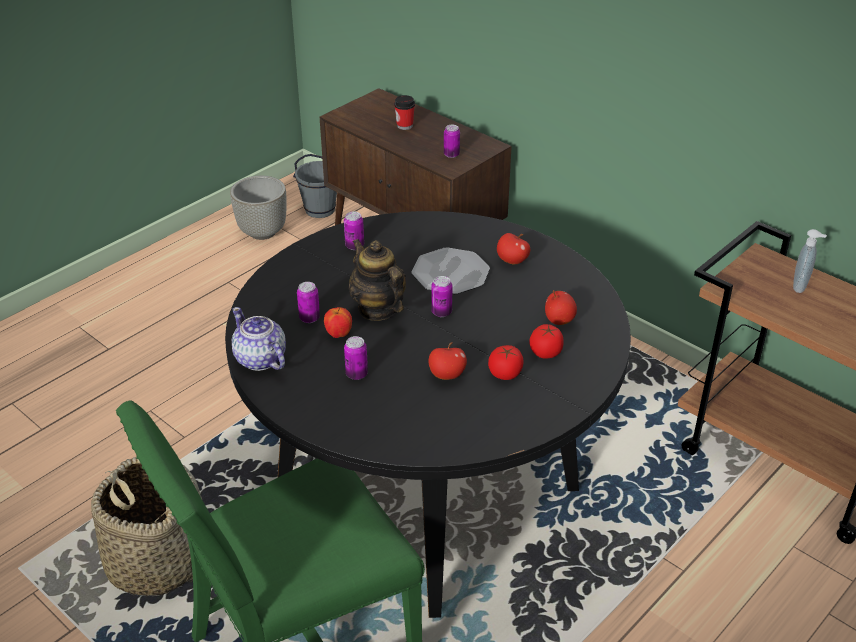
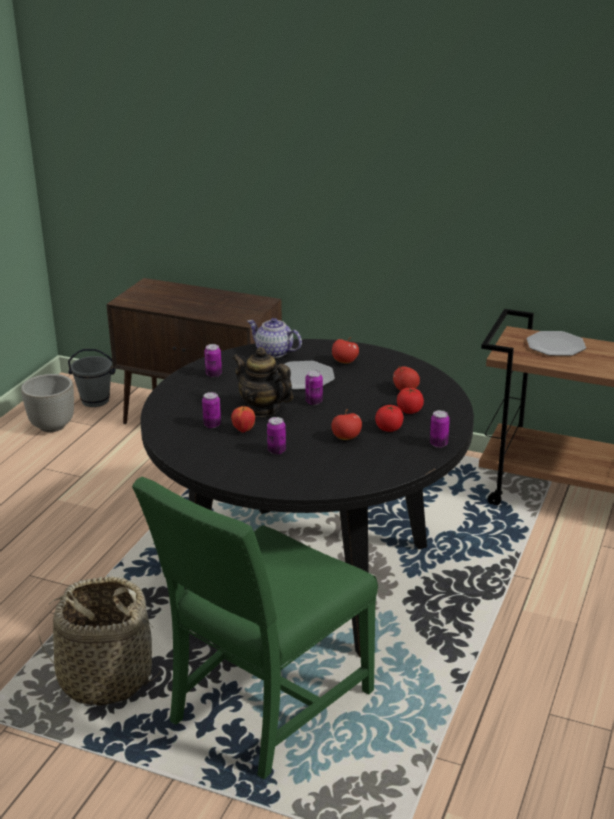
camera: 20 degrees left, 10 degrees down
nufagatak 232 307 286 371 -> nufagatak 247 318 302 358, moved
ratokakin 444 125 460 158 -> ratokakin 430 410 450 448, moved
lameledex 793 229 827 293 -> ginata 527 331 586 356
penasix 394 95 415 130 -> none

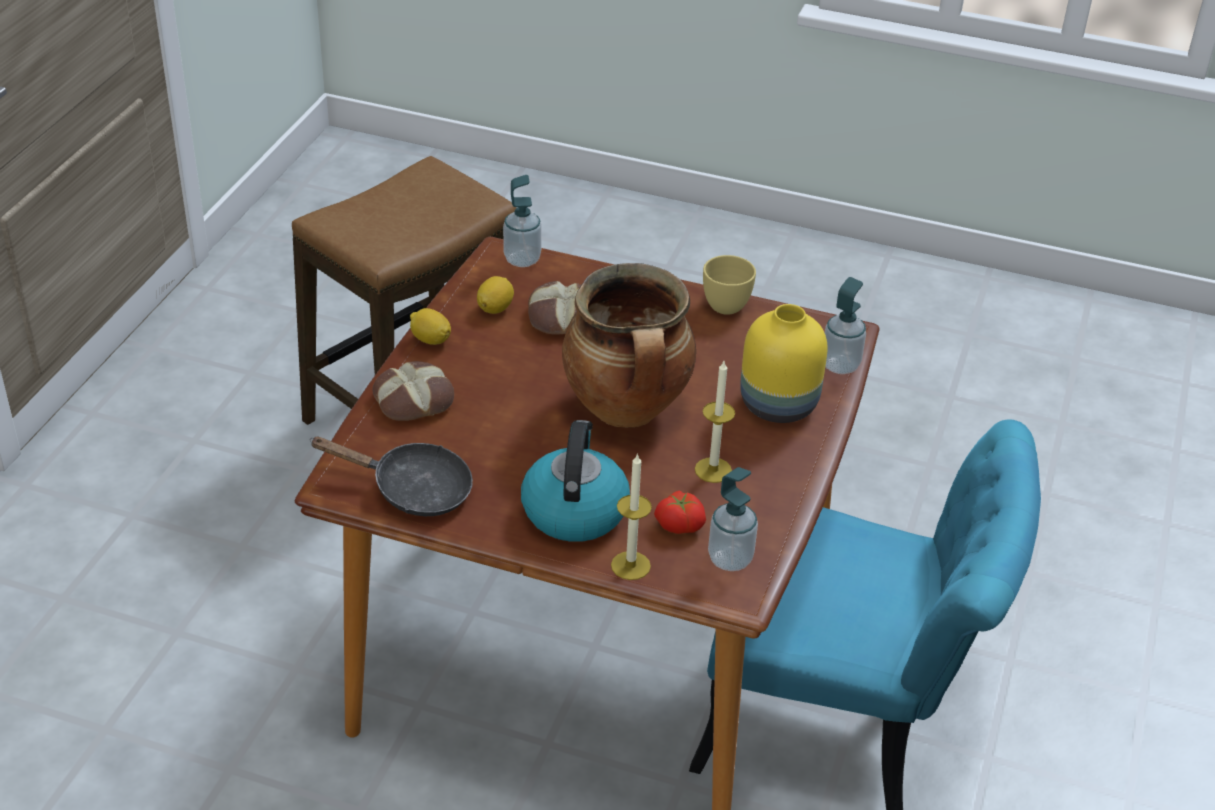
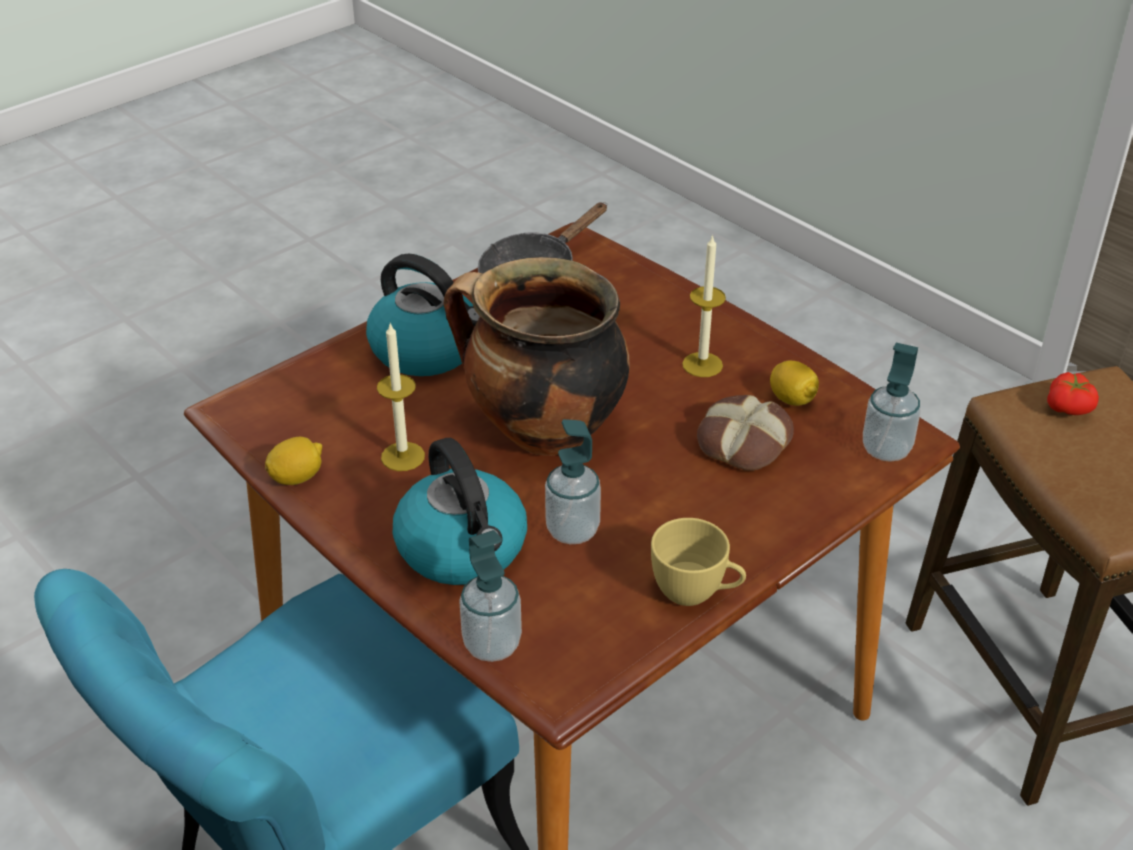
camera: 120 degrees right, 0 degrees up
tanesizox 410 308 451 345 -> tanesizox 265 437 322 485, moved
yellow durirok 740 304 828 423 -> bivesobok 393 438 527 585
lameledex 708 467 758 571 -> lameledex 545 419 601 544, moved
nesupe 611 453 652 580 -> nesupe 682 234 726 377, moved
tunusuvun 654 490 706 534 -> tunusuvun 1047 372 1099 415, moved
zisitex 372 361 454 421 -> none

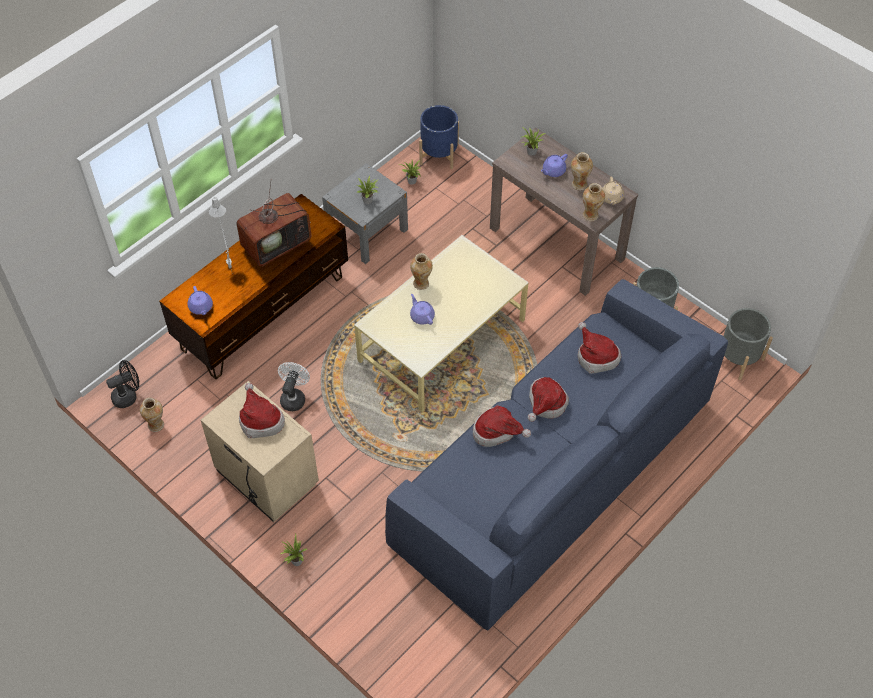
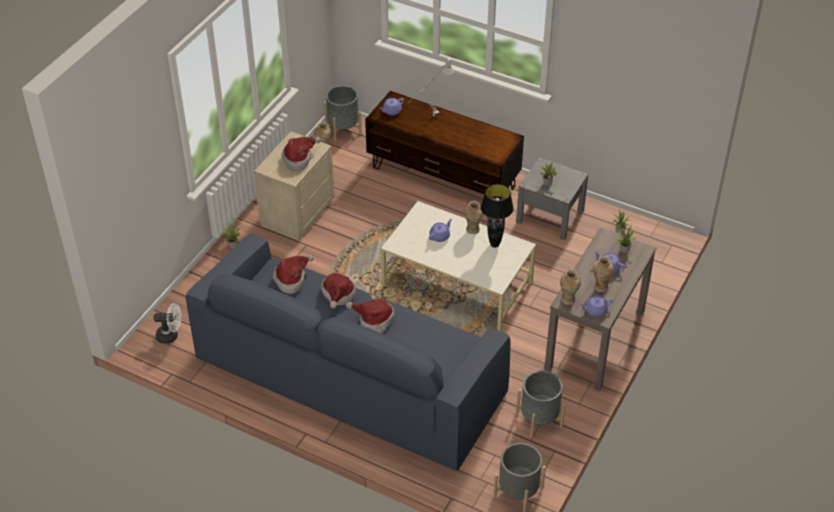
camera: 75 degrees right, 10 degrees down
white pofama 278 362 310 411 -> white pofama 154 303 181 344, moved
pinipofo 578 322 621 374 -> pinipofo 273 254 314 294, moved
black pofama 106 360 139 408 -> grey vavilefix 324 86 362 141
none -> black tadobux 480 184 514 248
beige nufagatak 602 177 624 205 -> purple nufagatak 579 295 613 317
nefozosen 236 178 311 266 -> none
blue vavilefix 419 105 459 169 -> none

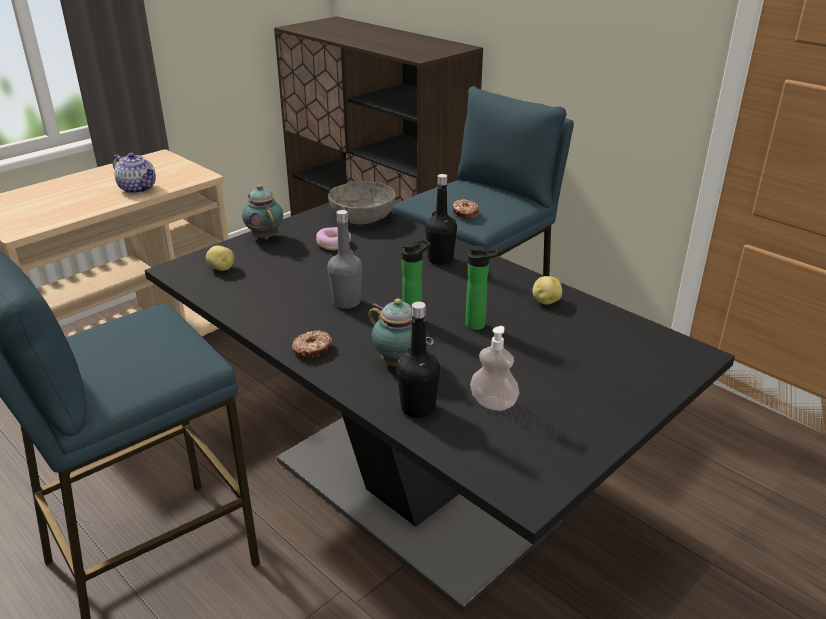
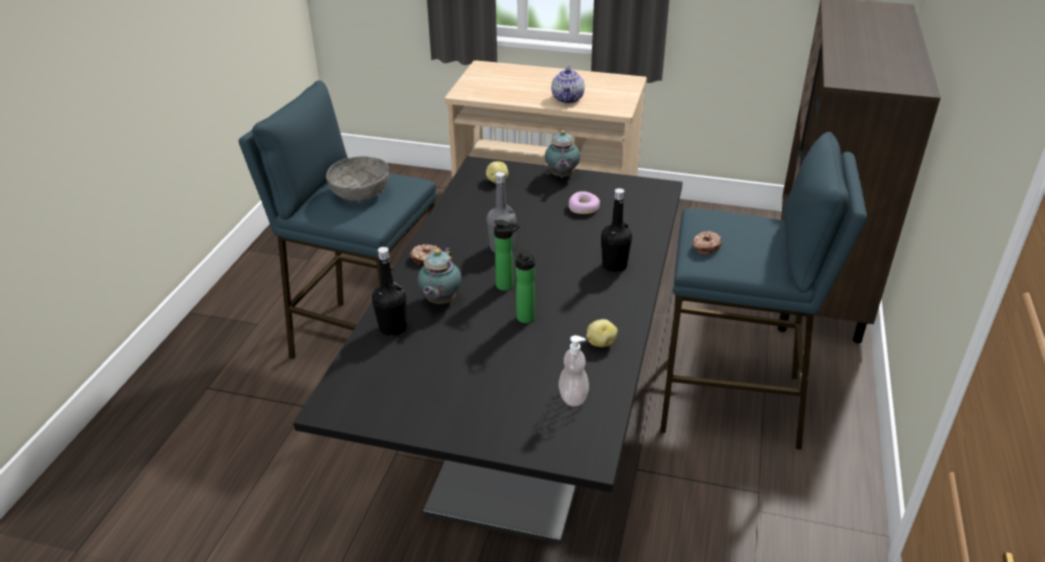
camera: 60 degrees right, 5 degrees up
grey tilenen 328 181 395 224 -> grey tilenen 326 156 389 201, moved
nufagatak 242 185 283 240 -> nufagatak 545 130 580 178, 150 degrees clockwise
lameledex 470 326 519 411 -> lameledex 559 335 589 406, moved

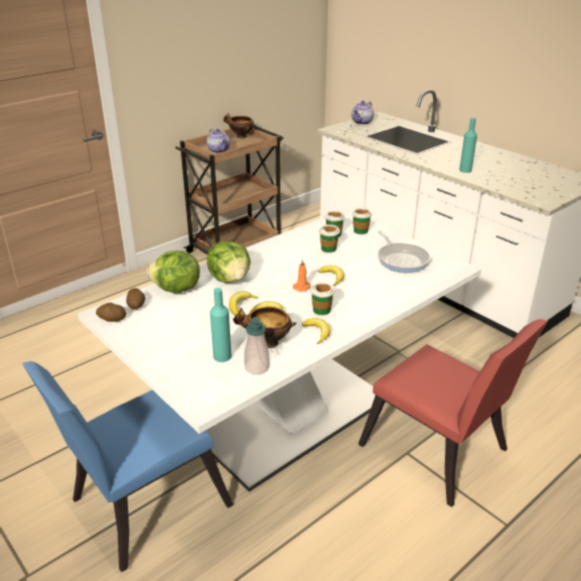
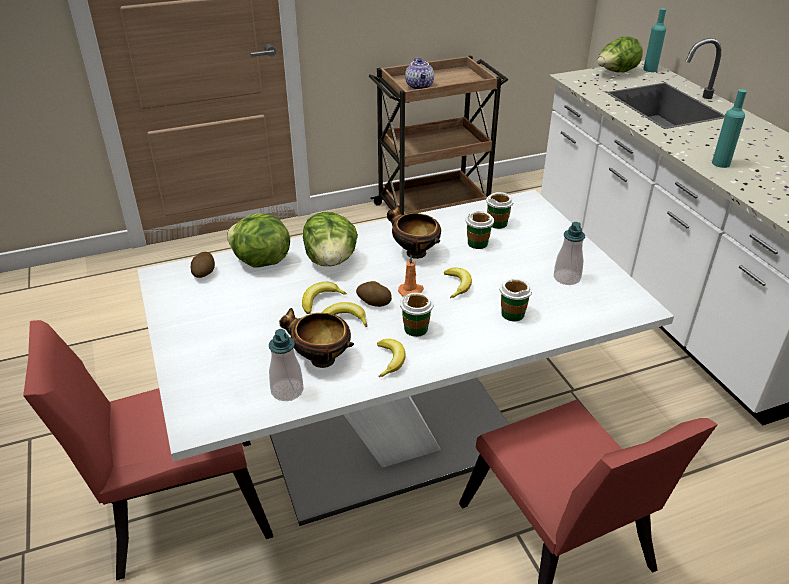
camera: 20 degrees right, 5 degrees up
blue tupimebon 22 361 233 572 -> red tupimebon 23 320 273 580
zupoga 96 303 126 322 -> zupoga 356 281 392 307, moved
tilenen 223 113 255 138 -> tilenen 387 205 441 259, moved
penasix 352 208 372 234 -> penasix 499 278 532 321, moved
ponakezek 378 231 431 273 -> lameledex 554 222 585 285
nufagatak 352 101 374 125 -> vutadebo 597 37 643 73
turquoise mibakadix 210 288 231 362 -> turquoise mibakadix 643 8 666 72, moved

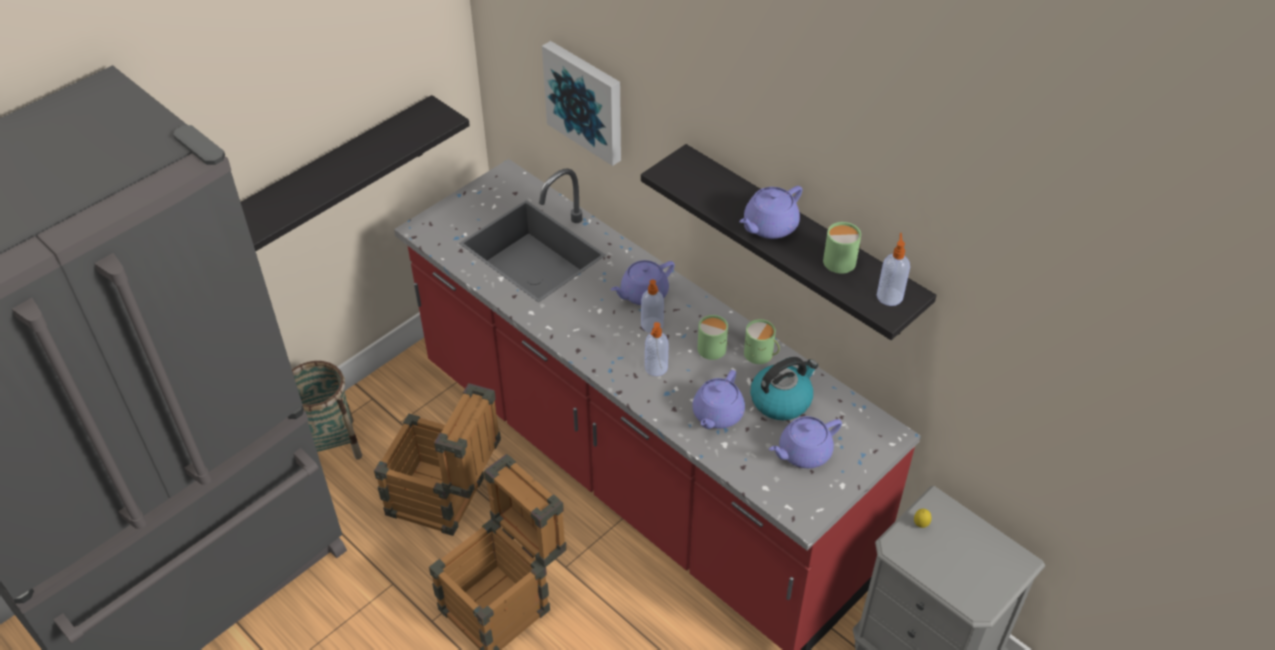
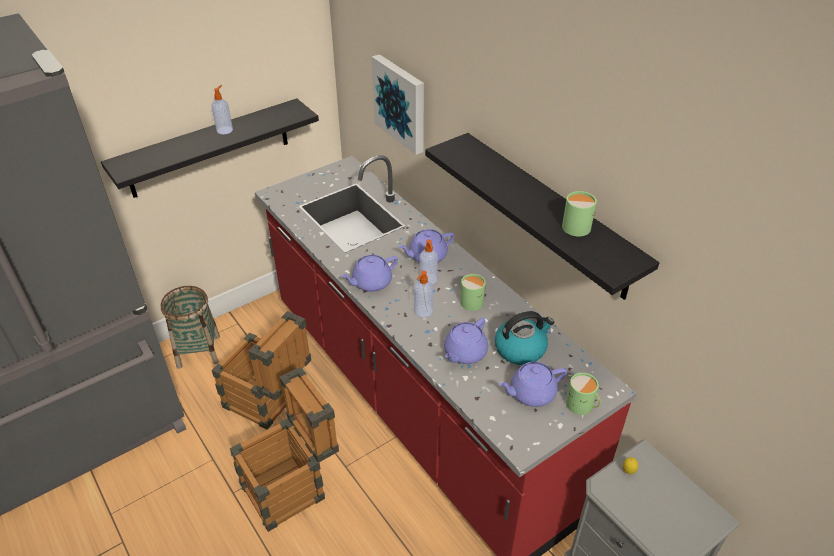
camera: 10 degrees right, 5 degrees down
lameledex 877 233 910 306 -> lameledex 212 85 233 134, moved
purple nufagatak 739 186 802 239 -> purple nufagatak 341 255 398 292, moved
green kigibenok 744 319 780 364 -> green kigibenok 566 373 601 415, moved

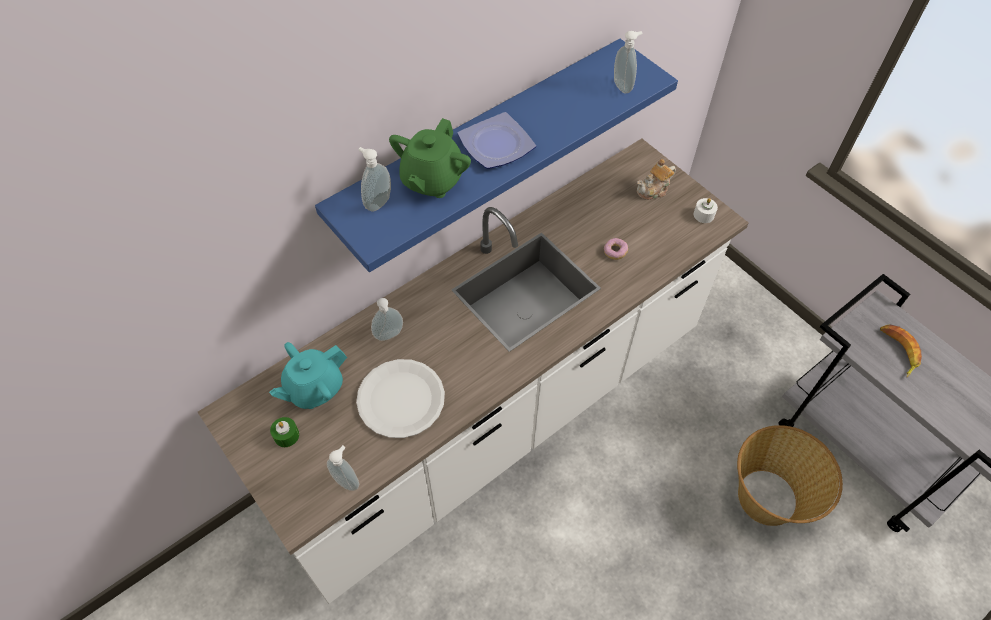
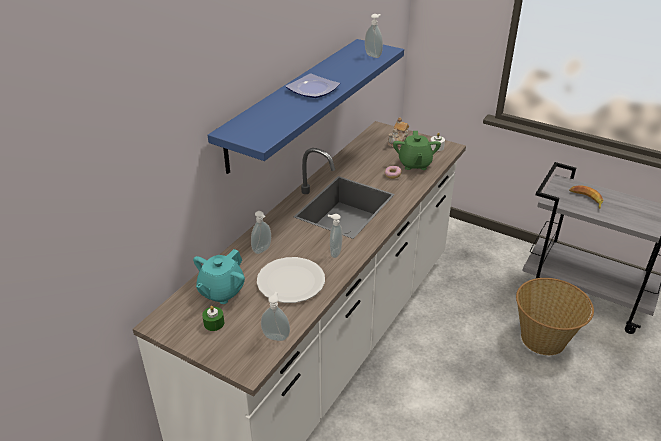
camera: 20 degrees left, 20 degrees down
lameledex 359 147 391 212 -> lameledex 328 214 342 258, moved
green nufagatak 389 118 471 198 -> green nufagatak 393 131 441 170, moved

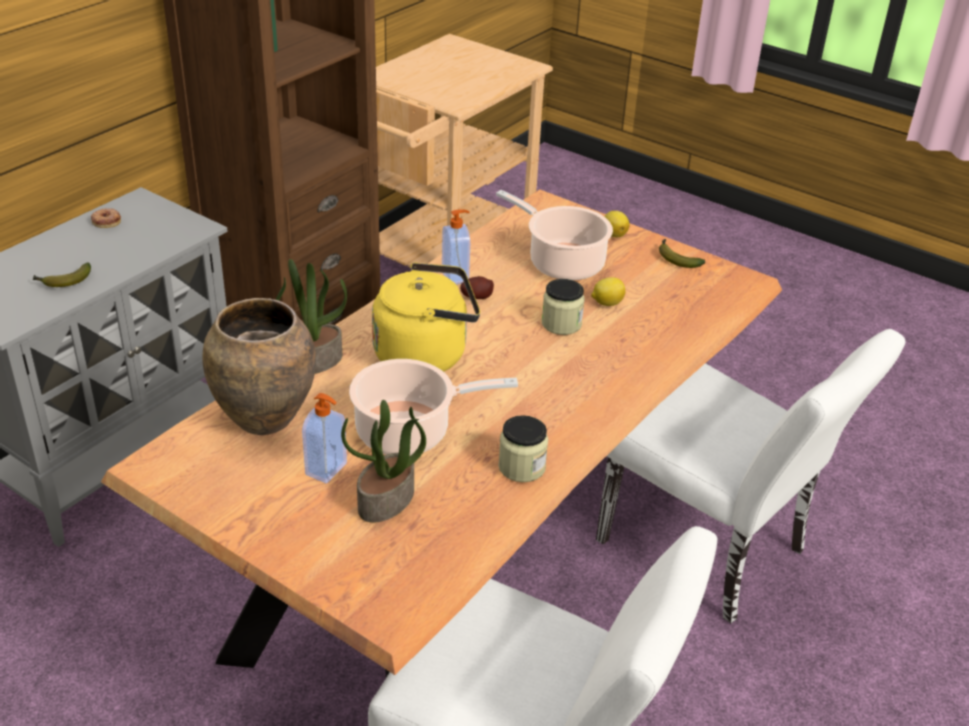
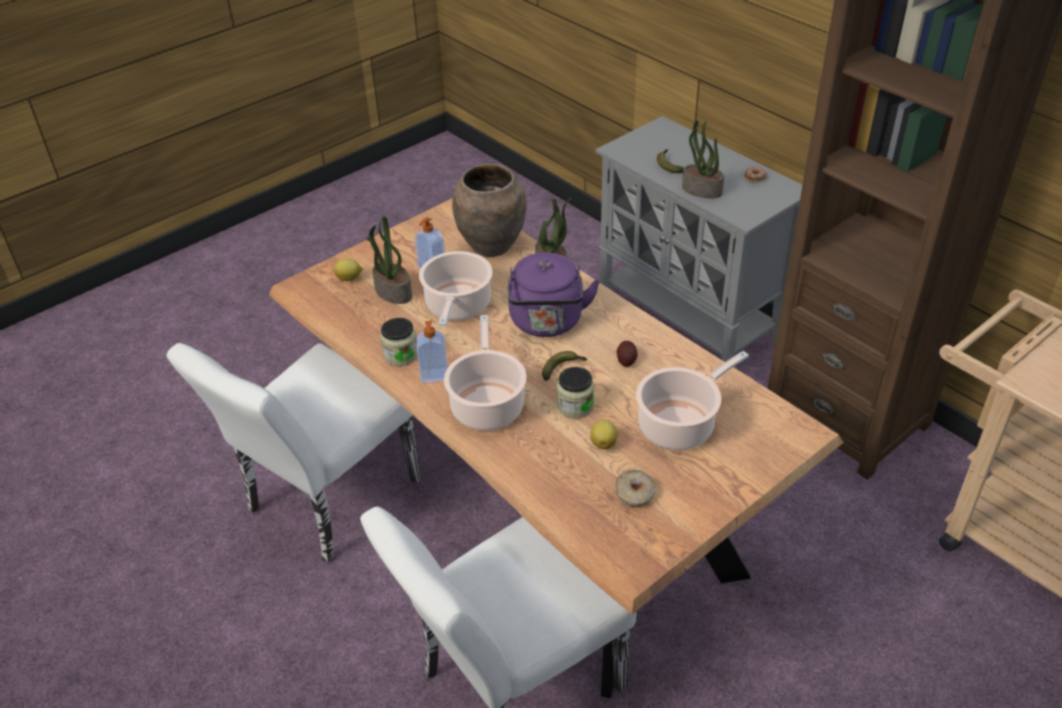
camera: 105 degrees right, 5 degrees up
tanesizox 604 211 630 238 -> tanesizox 334 259 363 281, moved
lameledex 442 209 470 285 -> lameledex 417 321 448 383, moved
none -> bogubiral 444 315 527 431
yellow bivesobok 372 262 480 372 -> purple bivesobok 508 253 600 337
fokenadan 659 239 706 268 -> fokenadan 542 351 588 380, moved
none -> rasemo 615 470 655 508
none -> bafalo 682 120 724 199

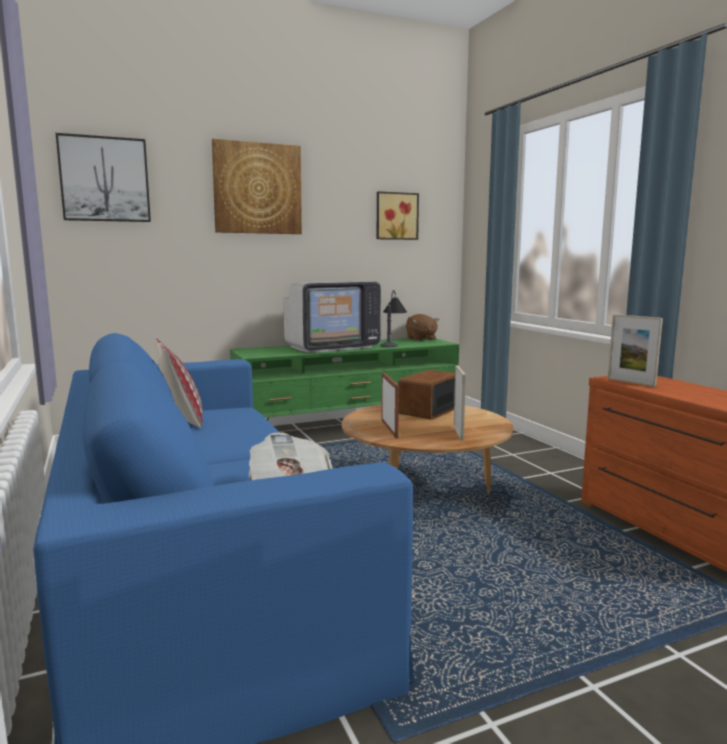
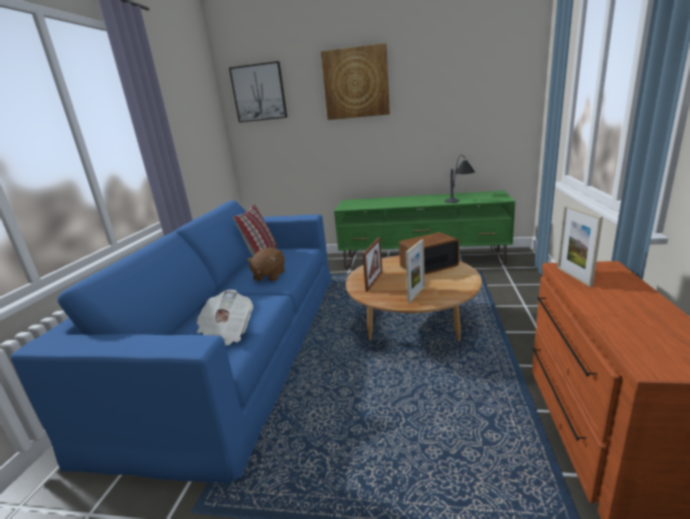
camera: 35 degrees right, 10 degrees up
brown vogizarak 406 314 439 341 -> brown vogizarak 246 247 285 281, moved
nefozosen 283 281 381 353 -> none
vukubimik 377 191 419 240 -> none

